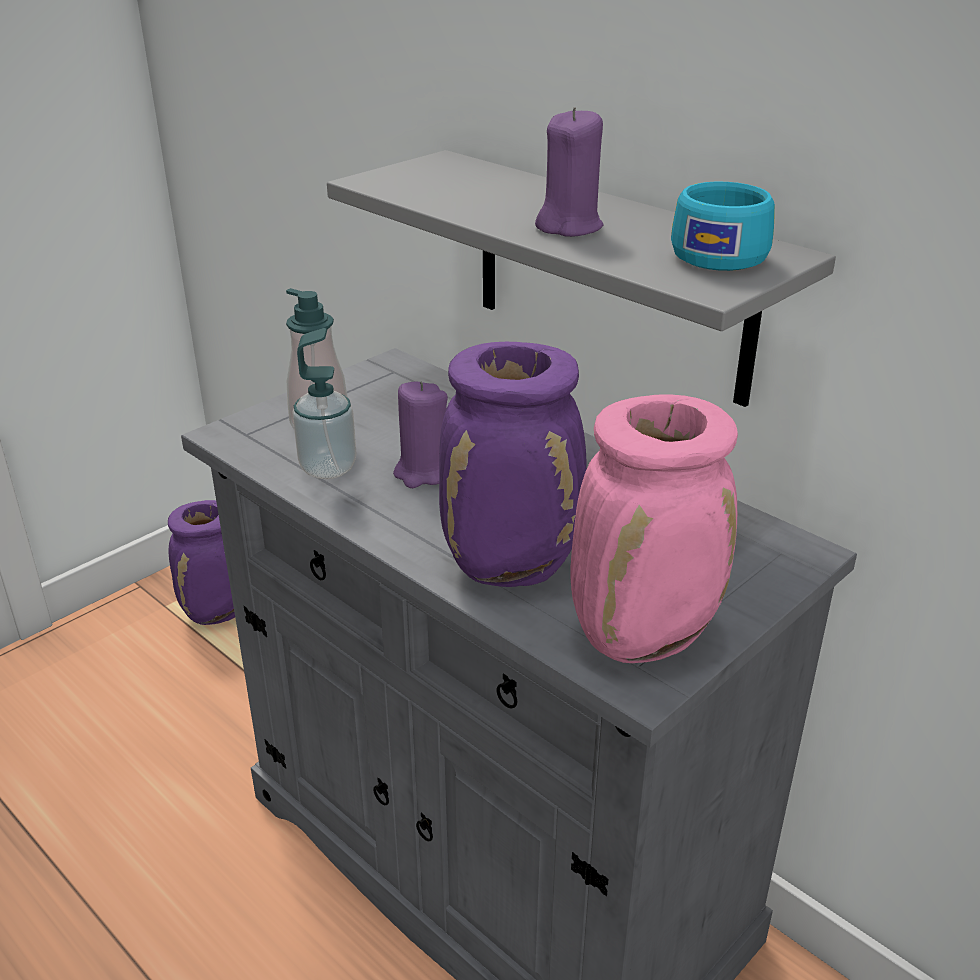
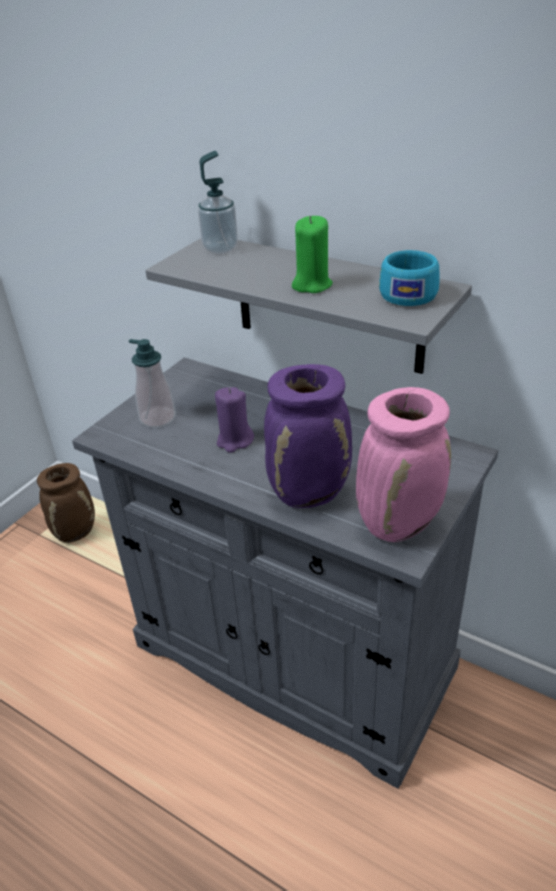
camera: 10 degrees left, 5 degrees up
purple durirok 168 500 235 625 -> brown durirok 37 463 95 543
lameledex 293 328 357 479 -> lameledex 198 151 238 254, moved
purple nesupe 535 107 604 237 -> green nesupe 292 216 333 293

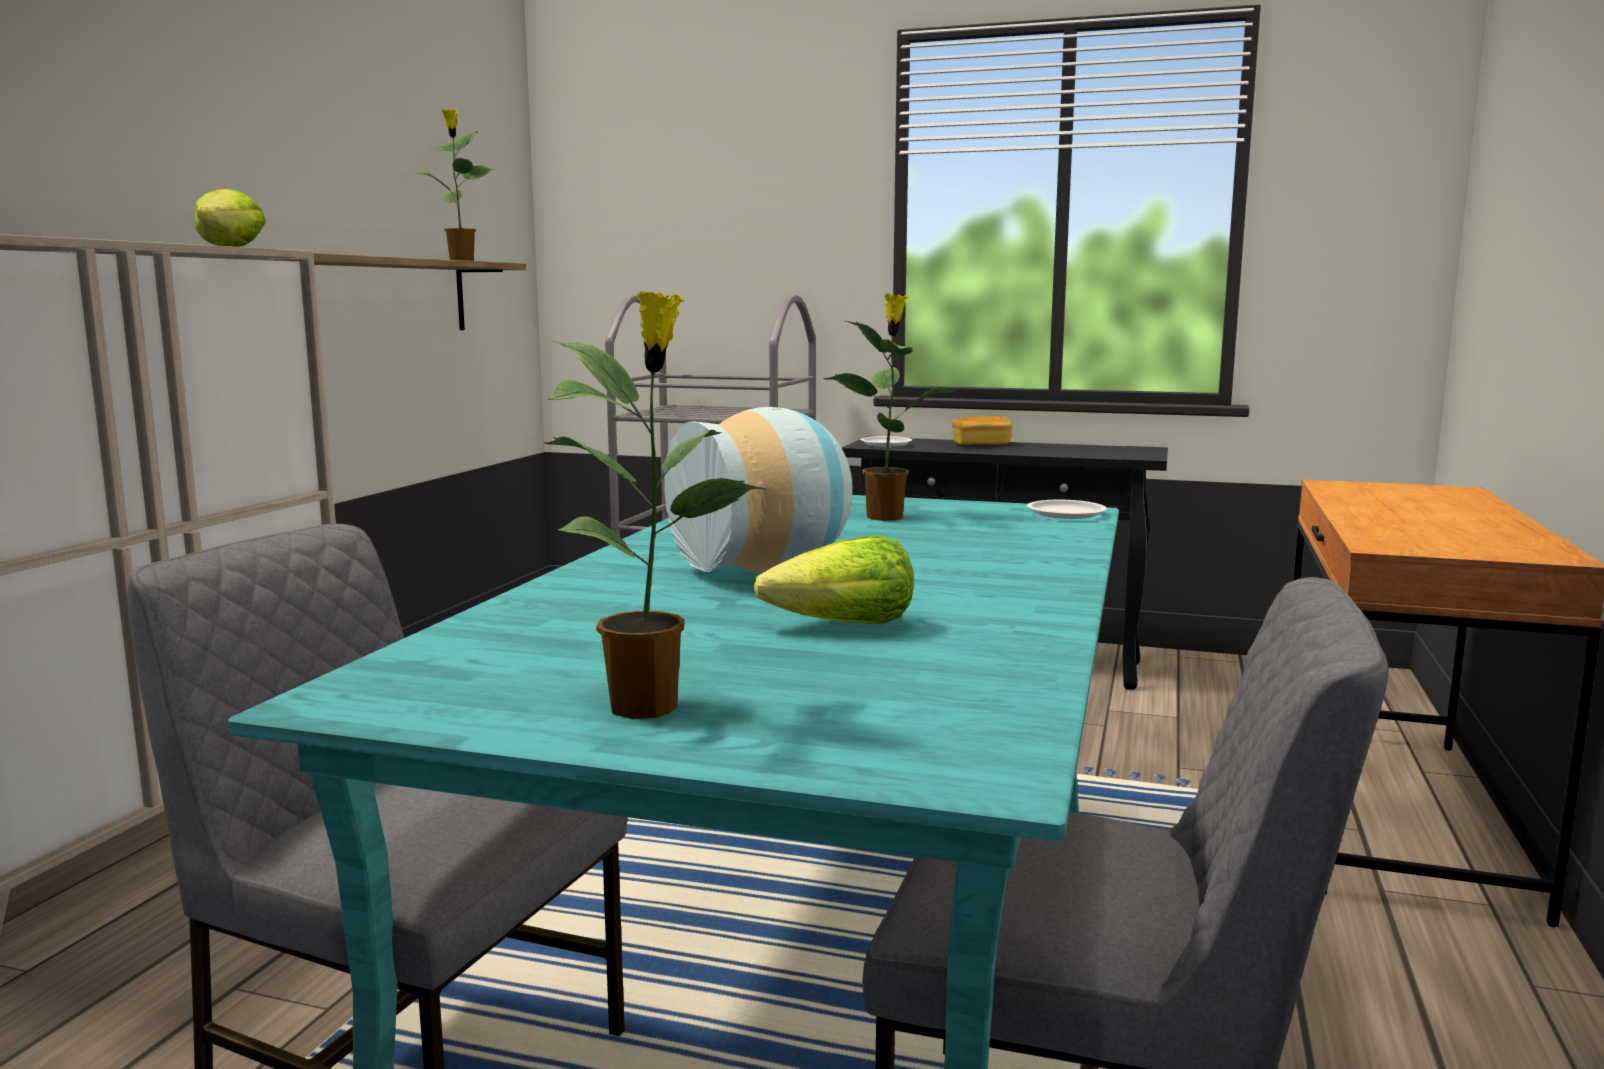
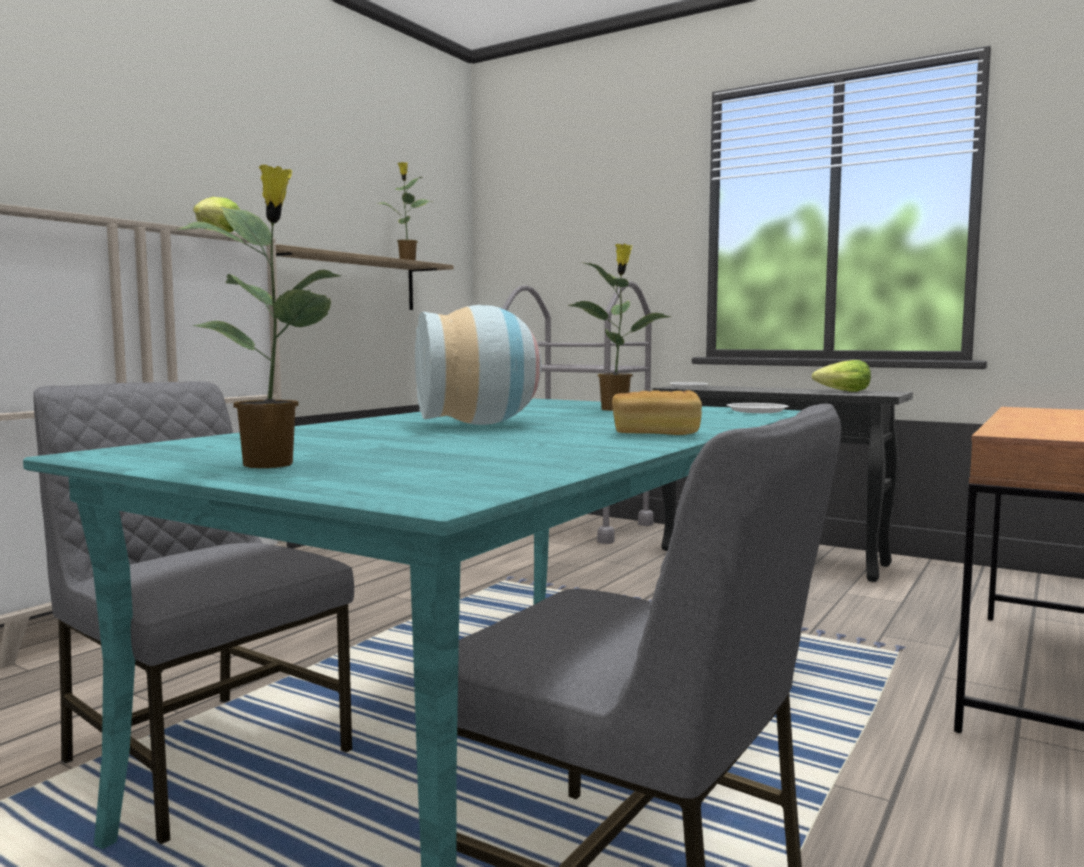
camera: 15 degrees right, 5 degrees down
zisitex 952 416 1012 445 -> zisitex 612 390 702 435, moved
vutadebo 754 535 914 624 -> vutadebo 812 360 871 392, moved

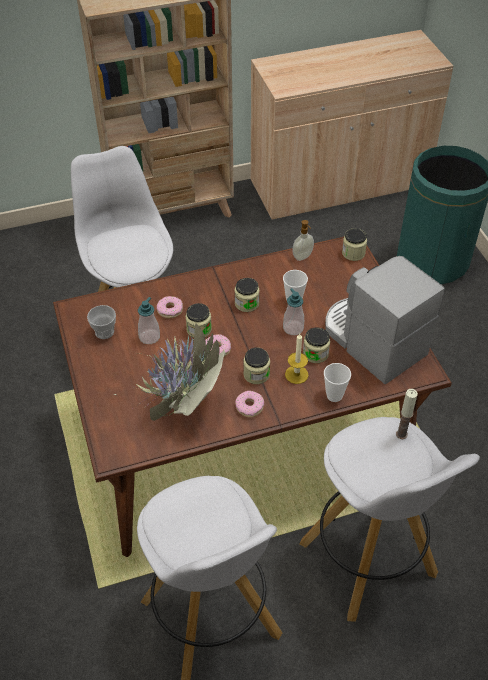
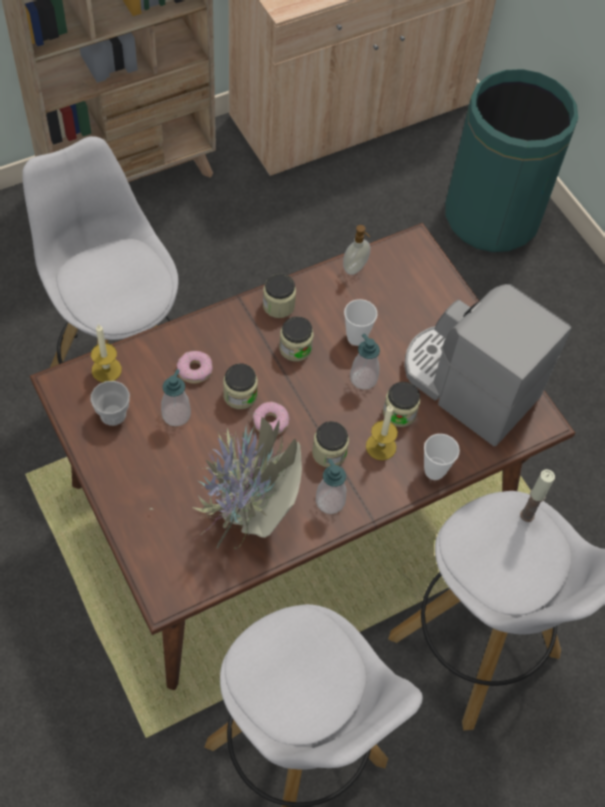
camera: 15 degrees left, 10 degrees up
none -> nesupe 91 324 122 382
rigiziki 342 228 367 261 -> rigiziki 263 274 296 318, moved
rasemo 235 391 264 417 -> lameledex 316 459 346 514

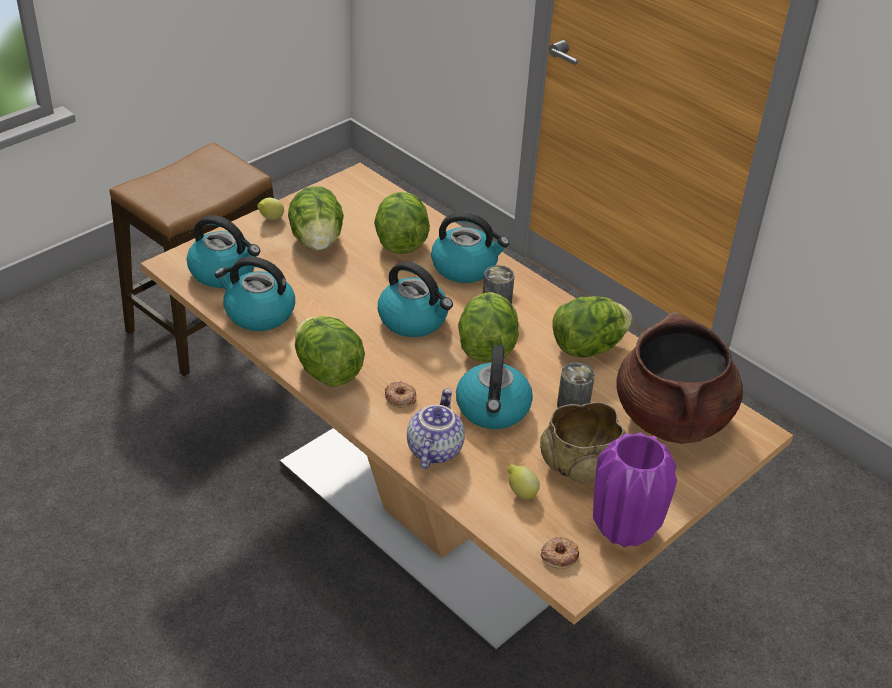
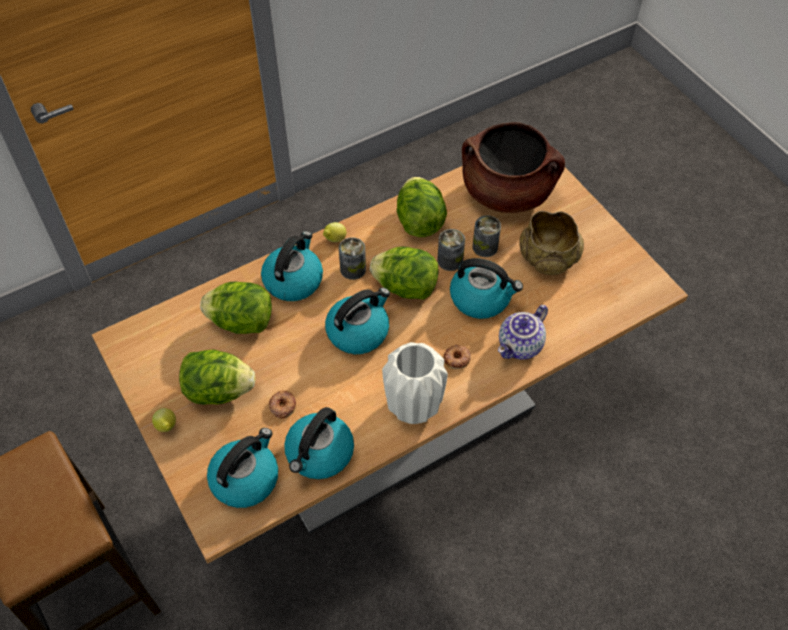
camera: 75 degrees left, 15 degrees up
rasemo 541 537 579 569 -> rasemo 269 390 296 419, moved
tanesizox 508 464 540 499 -> tanesizox 323 222 347 242, moved
vutadebo 295 316 365 387 -> white durirok 382 342 448 424
none -> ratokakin 437 229 465 271
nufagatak 407 389 465 469 -> nufagatak 498 305 548 360, 75 degrees counterclockwise
purple durirok 593 432 677 547 -> none

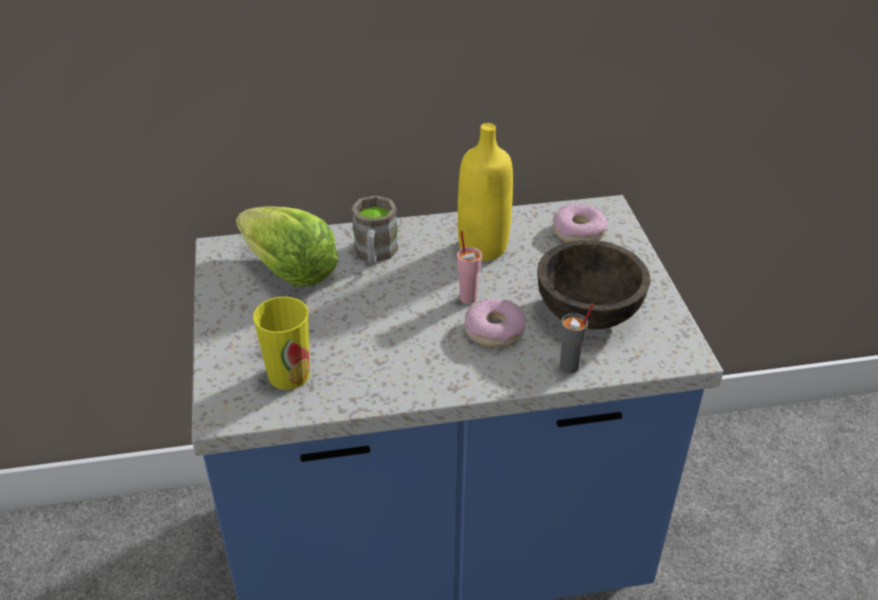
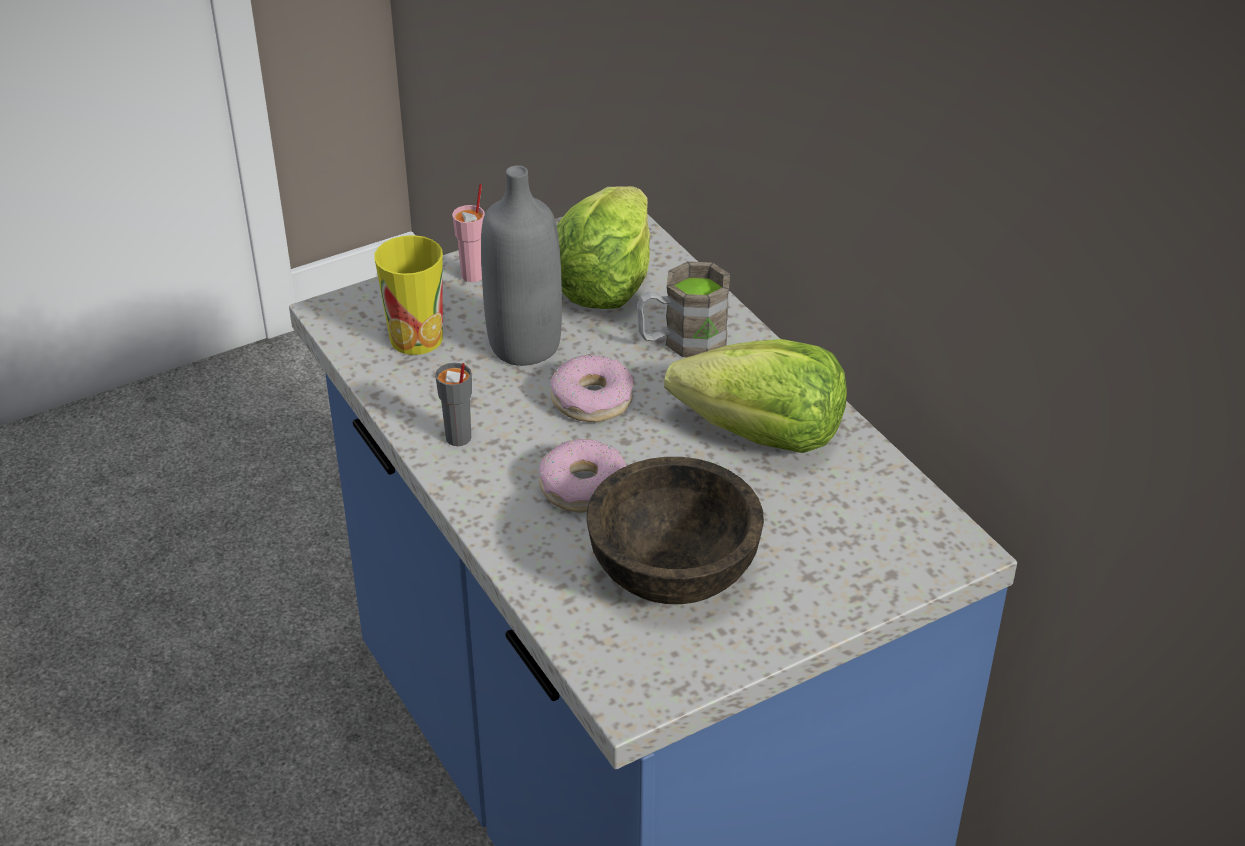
camera: 70 degrees right, 0 degrees up
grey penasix 560 304 594 374 -> grey penasix 435 363 472 446, moved
pink penasix 457 231 482 304 -> pink penasix 452 184 485 282, moved
none -> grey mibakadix 481 165 562 366
rasemo 553 204 607 242 -> rasemo 551 354 633 422, moved
yellow mibakadix 458 123 513 261 -> vutadebo 664 339 847 453

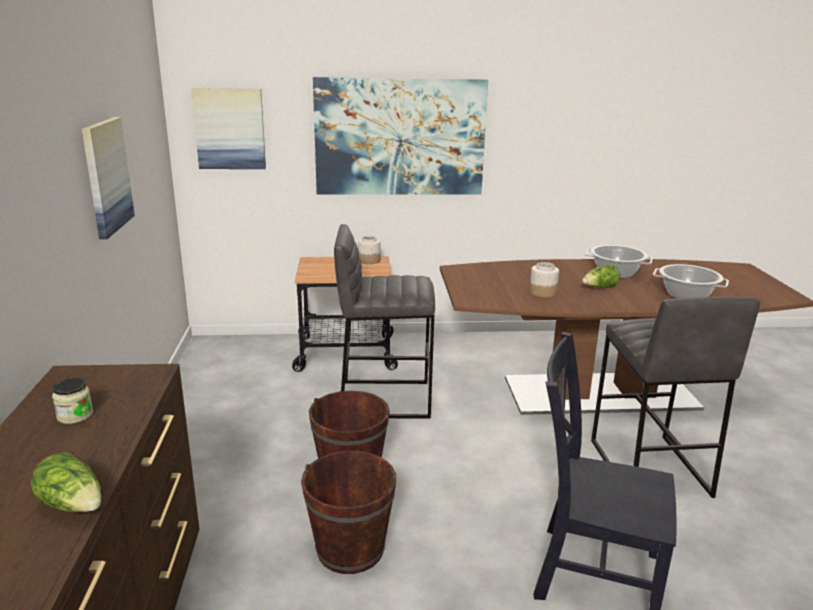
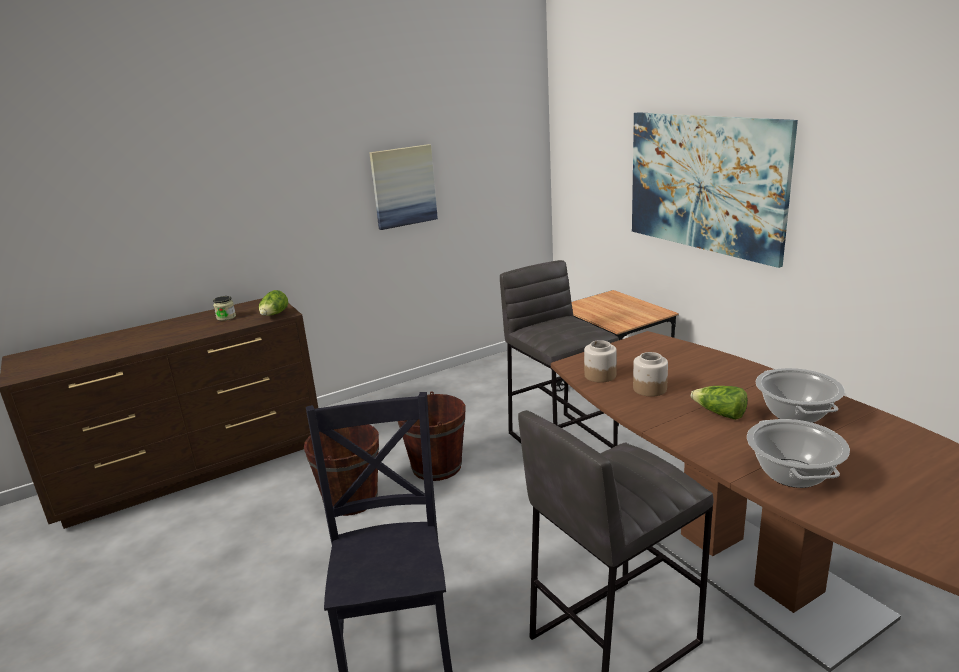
camera: 65 degrees right, 0 degrees up
vutadebo 31 453 101 512 -> vutadebo 259 290 288 316, moved
rigiziki 358 236 381 264 -> rigiziki 584 340 617 383, moved
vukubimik 191 88 266 169 -> none

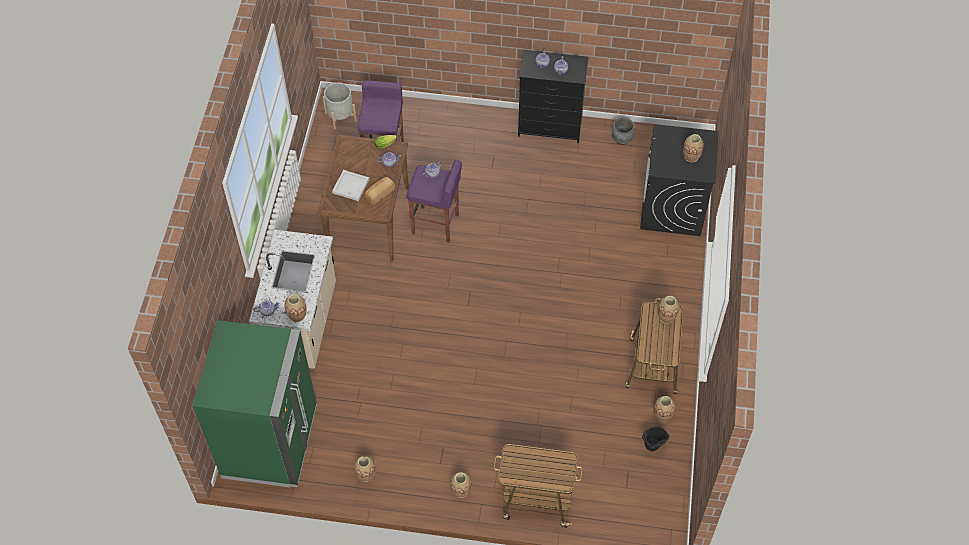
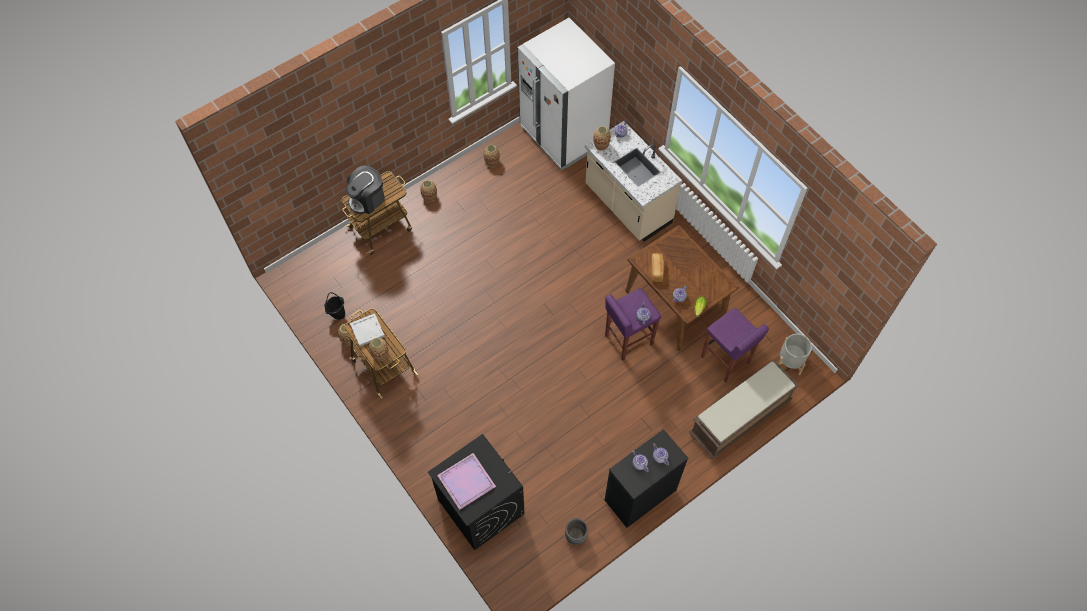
camera: 135 degrees right, 5 degrees up
none -> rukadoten 346 165 385 214
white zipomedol 332 170 369 201 -> white zipomedol 350 313 385 346, moved
durirok 683 134 704 162 -> purple zipomedol 437 453 496 510
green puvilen 193 320 317 488 -> white puvilen 517 18 615 170
none -> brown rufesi 689 359 799 459

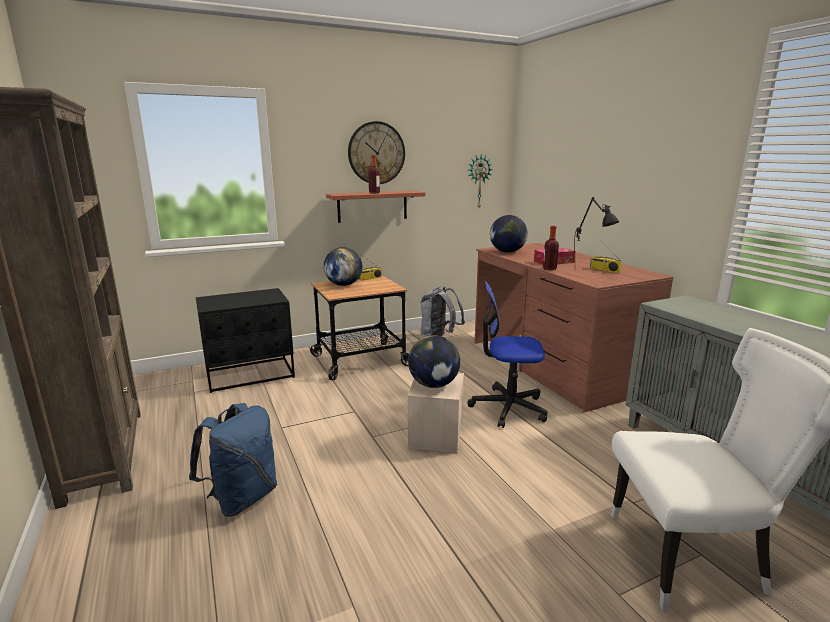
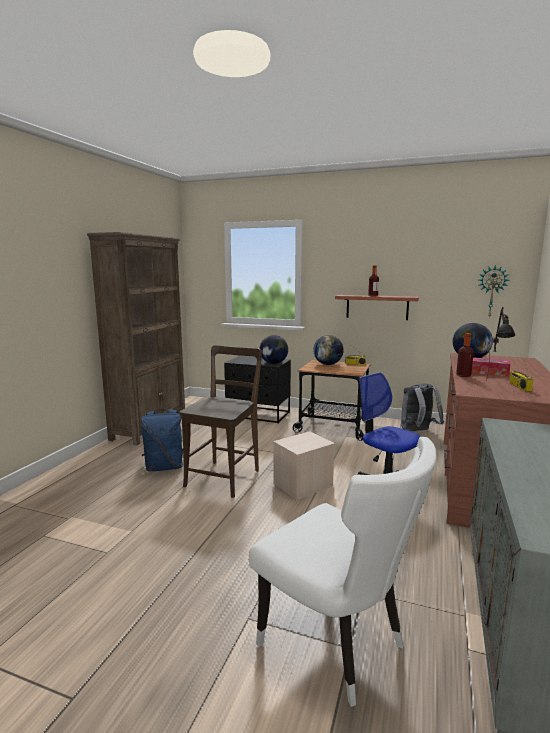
camera: 45 degrees right, 5 degrees down
none -> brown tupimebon 179 345 262 498
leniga 408 335 460 388 -> leniga 260 335 288 364, moved
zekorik 348 121 405 184 -> none

